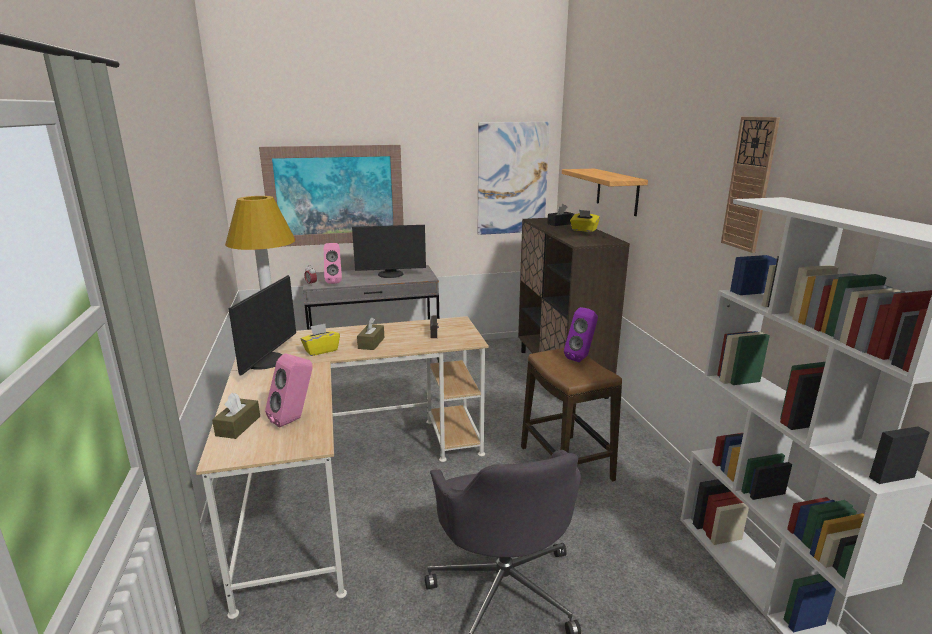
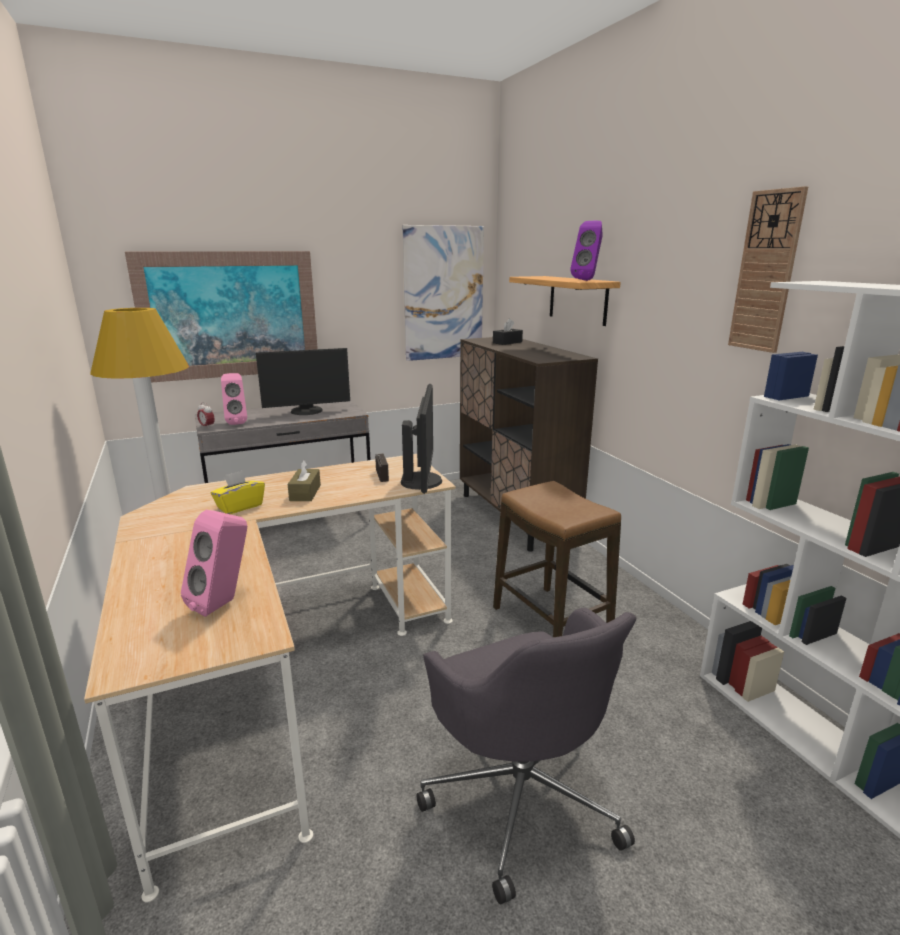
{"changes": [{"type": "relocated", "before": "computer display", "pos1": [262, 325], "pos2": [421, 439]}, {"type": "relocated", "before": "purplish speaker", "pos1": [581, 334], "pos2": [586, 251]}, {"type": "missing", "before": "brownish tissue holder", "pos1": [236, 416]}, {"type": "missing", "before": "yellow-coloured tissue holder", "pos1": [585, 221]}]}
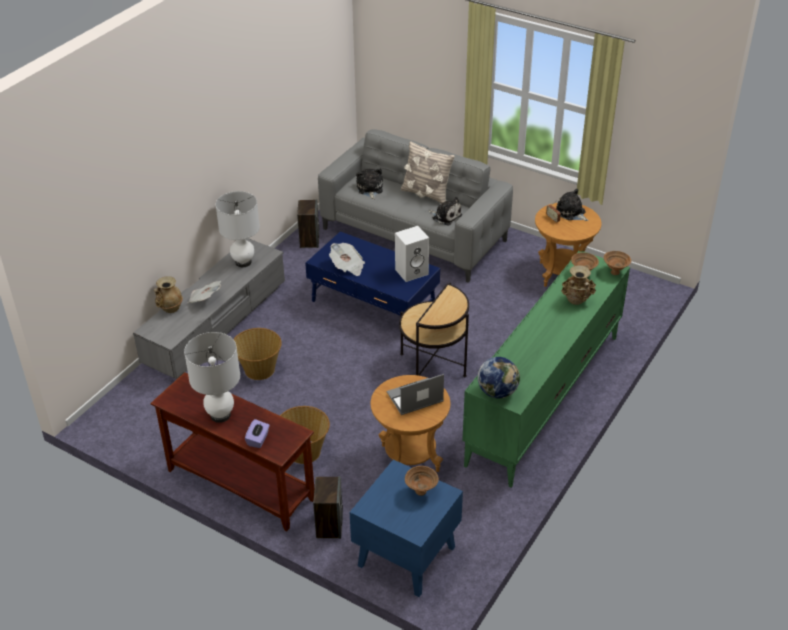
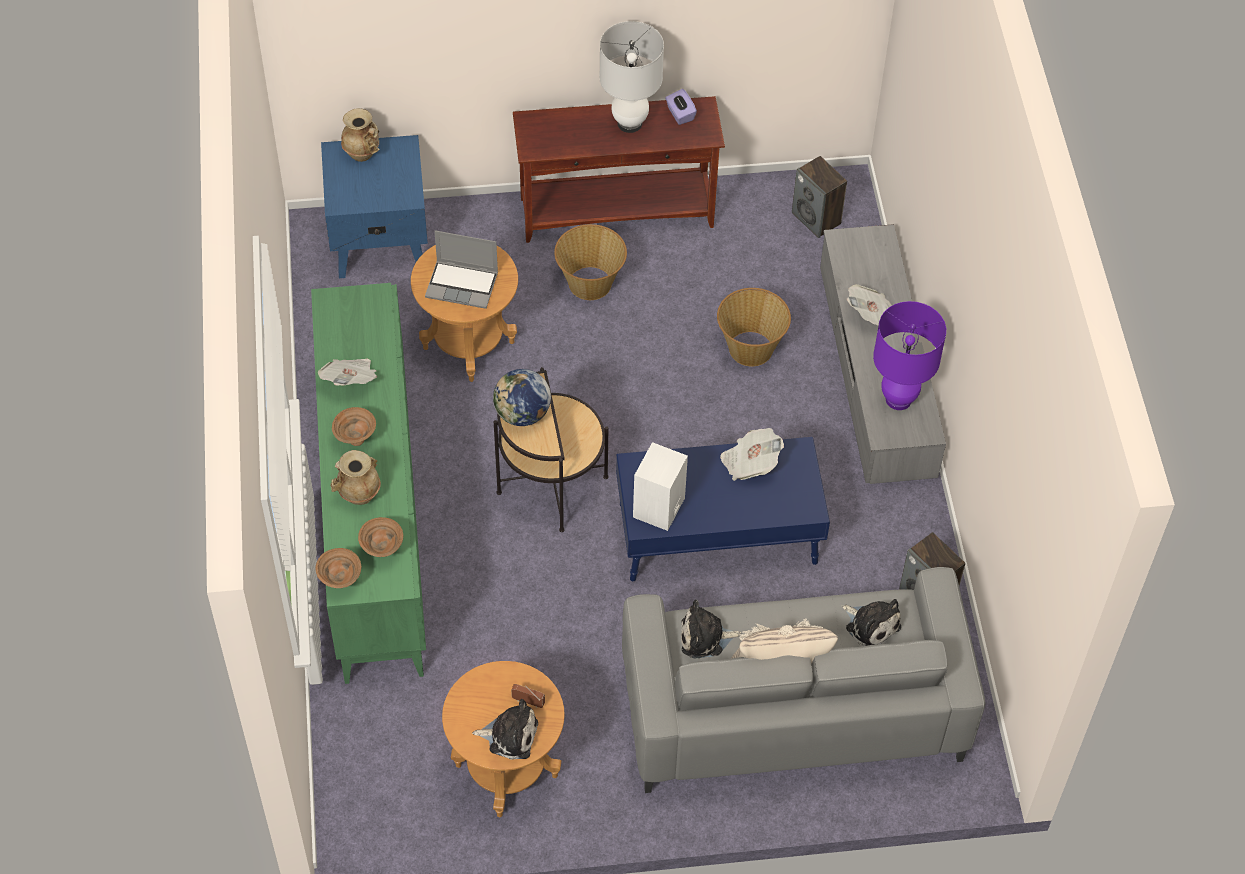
{"changes": [{"type": "appeared", "after": "printed paper", "pos2": [348, 371]}, {"type": "relocated", "before": "brownish serving bowl", "pos1": [422, 481], "pos2": [354, 426]}, {"type": "relocated", "before": "beige-coloured decorative vase", "pos1": [168, 294], "pos2": [360, 135]}, {"type": "spun", "before": "portable computer", "pos1": [415, 394], "pos2": [461, 269], "turn": 75}, {"type": "relocated", "before": "world globe", "pos1": [499, 378], "pos2": [522, 397]}, {"type": "relocated", "before": "purplish tissue holder", "pos1": [257, 433], "pos2": [681, 107]}, {"type": "relocated", "before": "speaker", "pos1": [328, 507], "pos2": [819, 197]}, {"type": "colour", "before": "whitish table lamp", "after": "purplish table lamp", "pos1": [238, 229], "pos2": [909, 355]}]}
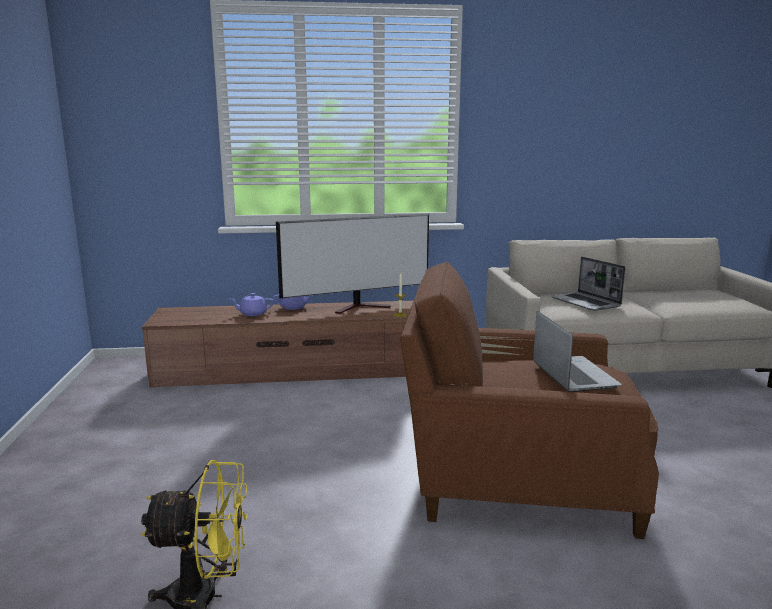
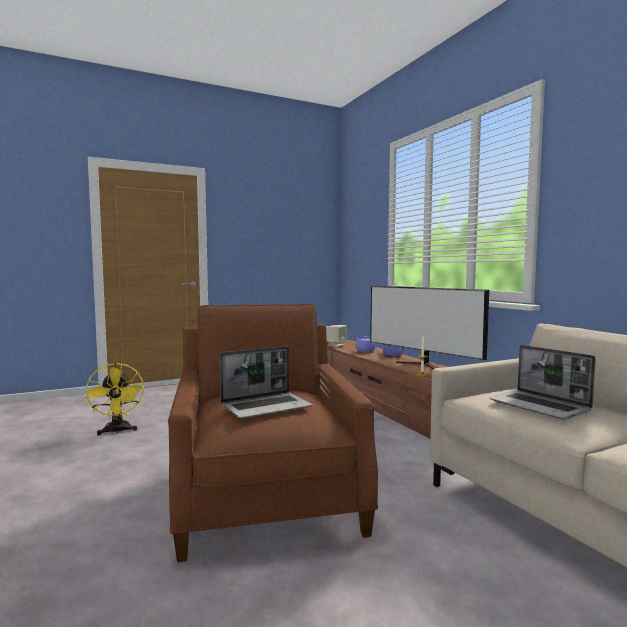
{"changes": [{"type": "appeared", "after": "beige-coloured speaker", "pos2": [336, 336]}, {"type": "spun", "before": "portable computer", "pos1": [588, 284], "pos2": [543, 382], "turn": -75}]}
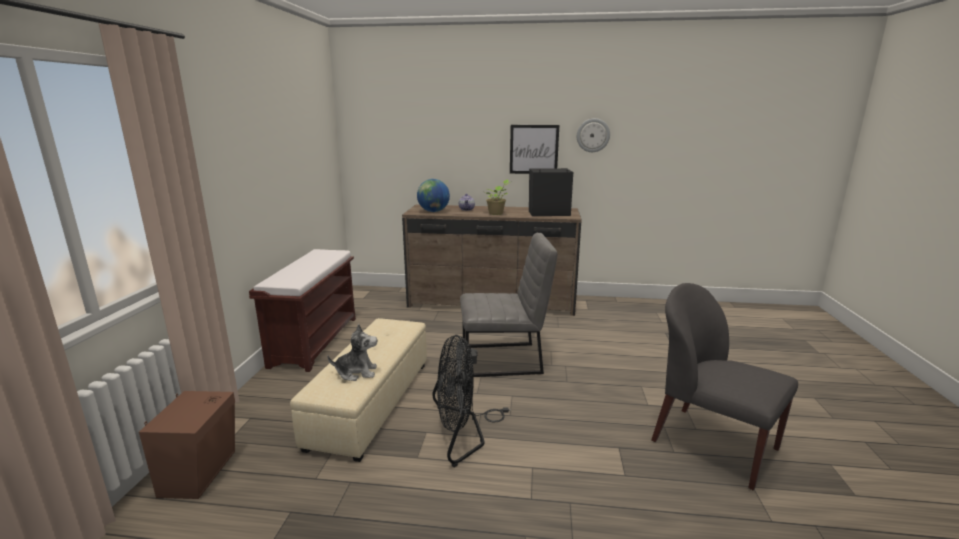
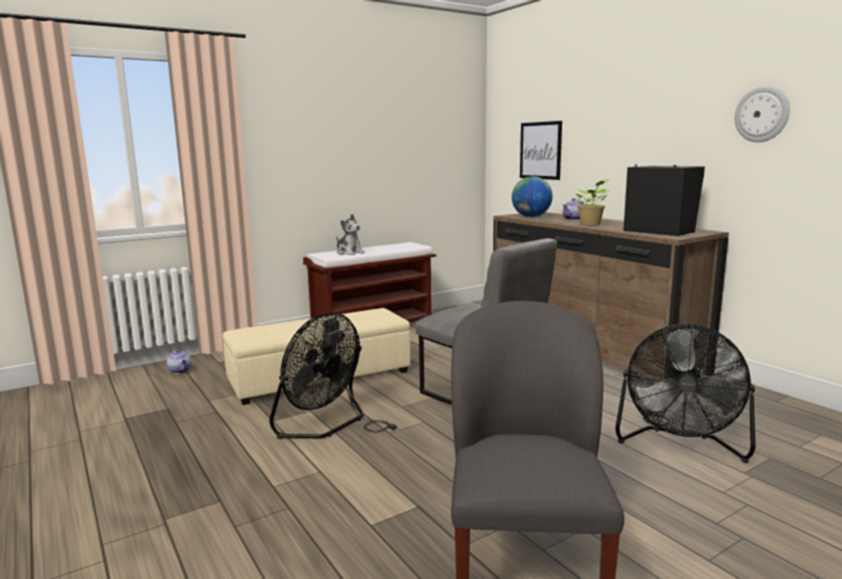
{"changes": [{"type": "exchanged", "before": "brownish speaker", "after": "tea pot", "pos1": [187, 445], "pos2": [179, 361]}, {"type": "relocated", "before": "plush toy", "pos1": [352, 352], "pos2": [350, 234]}, {"type": "relocated", "before": "picture", "pos1": [534, 149], "pos2": [541, 150]}, {"type": "appeared", "after": "blackish cooling fan", "pos2": [686, 393]}]}
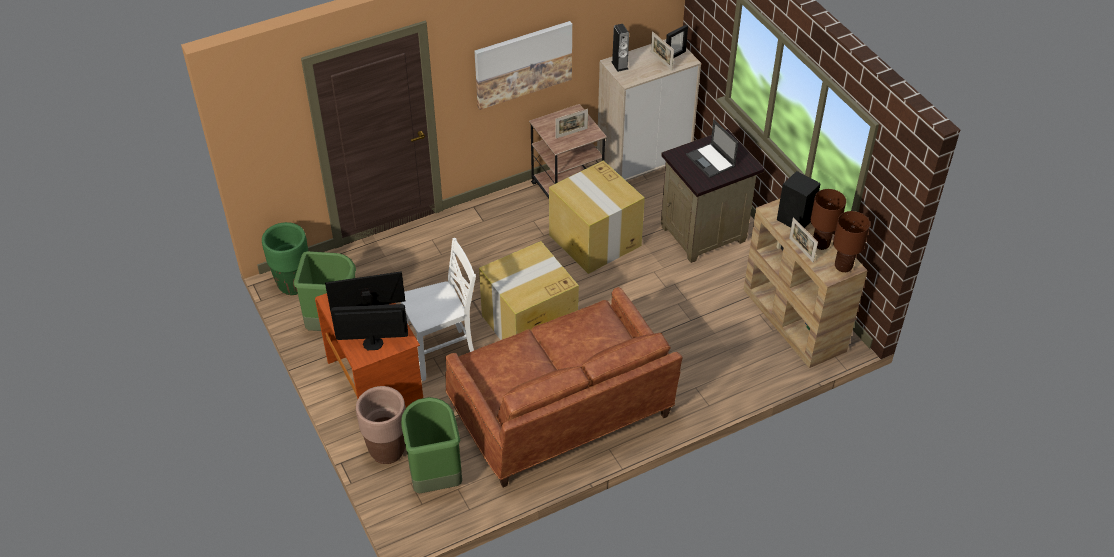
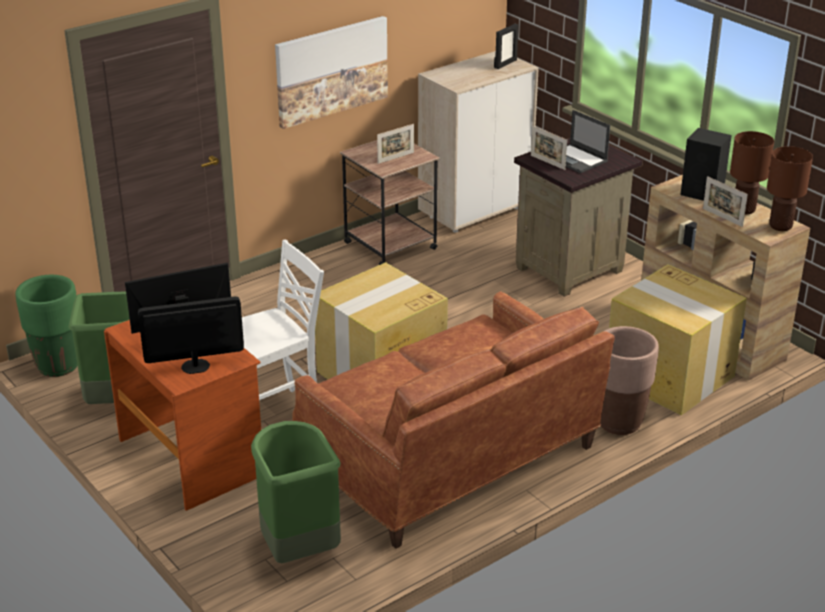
{"changes": [{"type": "relocated", "before": "standing frame", "pos1": [662, 50], "pos2": [549, 148]}, {"type": "relocated", "before": "brownish planter", "pos1": [381, 425], "pos2": [629, 380]}, {"type": "relocated", "before": "cardboard box", "pos1": [597, 217], "pos2": [678, 339]}, {"type": "missing", "before": "speaker", "pos1": [620, 48]}]}
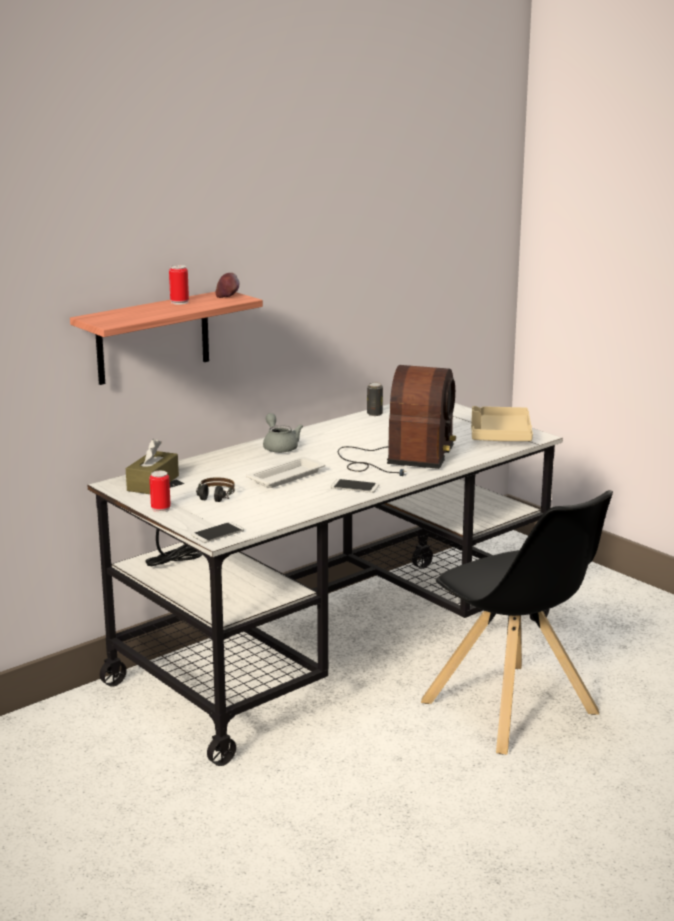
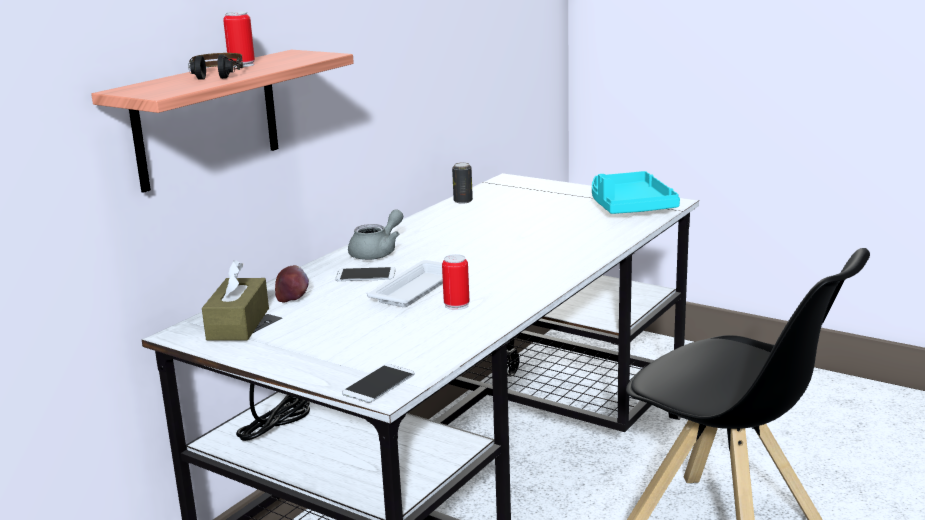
{"changes": [{"type": "relocated", "before": "pair of headphones", "pos1": [215, 489], "pos2": [216, 66]}, {"type": "relocated", "before": "apple fruit", "pos1": [227, 285], "pos2": [292, 284]}, {"type": "relocated", "before": "telephone", "pos1": [355, 486], "pos2": [365, 274]}, {"type": "spun", "before": "gray tea pot", "pos1": [283, 433], "pos2": [375, 234], "turn": 75}, {"type": "relocated", "before": "metal can", "pos1": [160, 491], "pos2": [455, 282]}, {"type": "colour", "before": "beige-coloured tray", "after": "turquoise-coloured tray", "pos1": [502, 423], "pos2": [636, 192]}, {"type": "missing", "before": "radio", "pos1": [397, 420]}]}
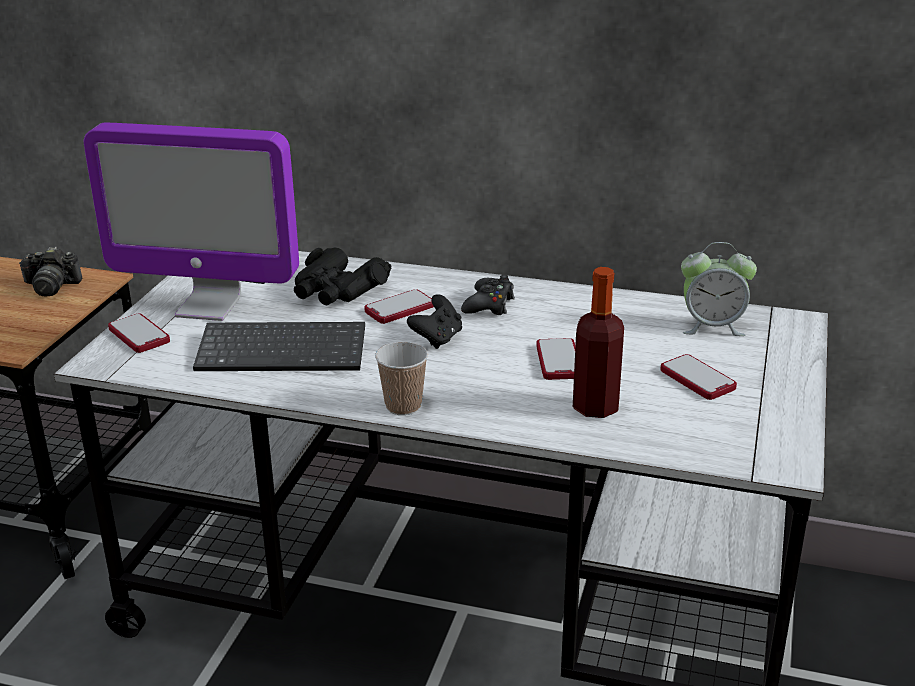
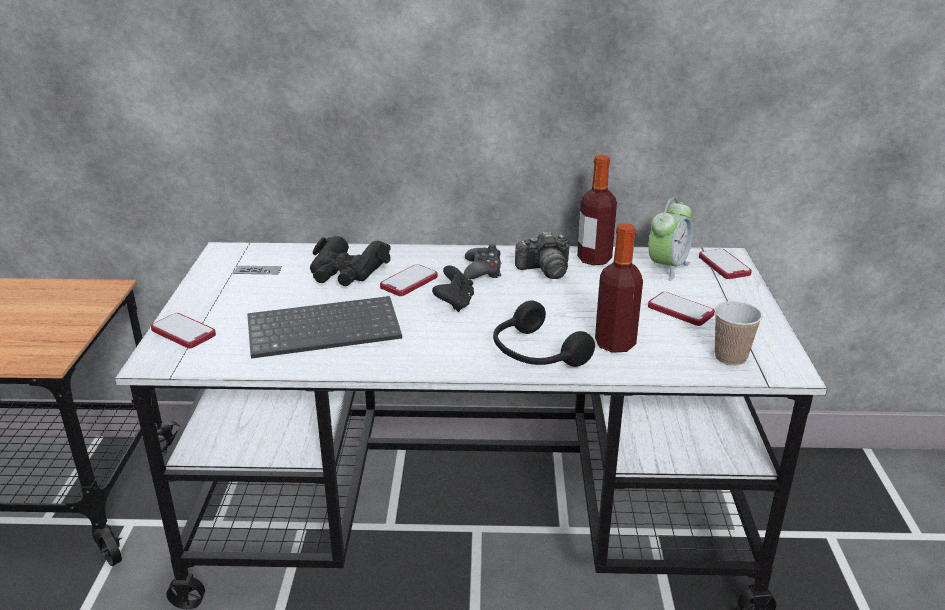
{"changes": [{"type": "appeared", "after": "blackish pair of headphones", "pos2": [544, 334]}, {"type": "relocated", "before": "photo camera", "pos1": [50, 272], "pos2": [542, 255]}, {"type": "appeared", "after": "bottle", "pos2": [597, 210]}, {"type": "spun", "before": "alarm clock", "pos1": [719, 289], "pos2": [670, 239], "turn": -45}, {"type": "relocated", "before": "telephone", "pos1": [556, 359], "pos2": [725, 264]}, {"type": "relocated", "before": "small cup", "pos1": [401, 378], "pos2": [739, 333]}, {"type": "missing", "before": "computer display", "pos1": [191, 222]}]}
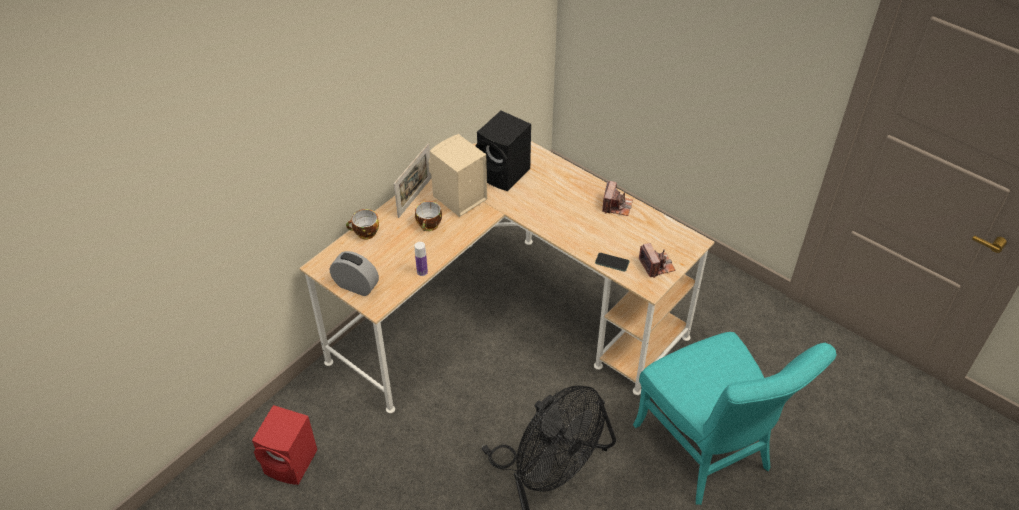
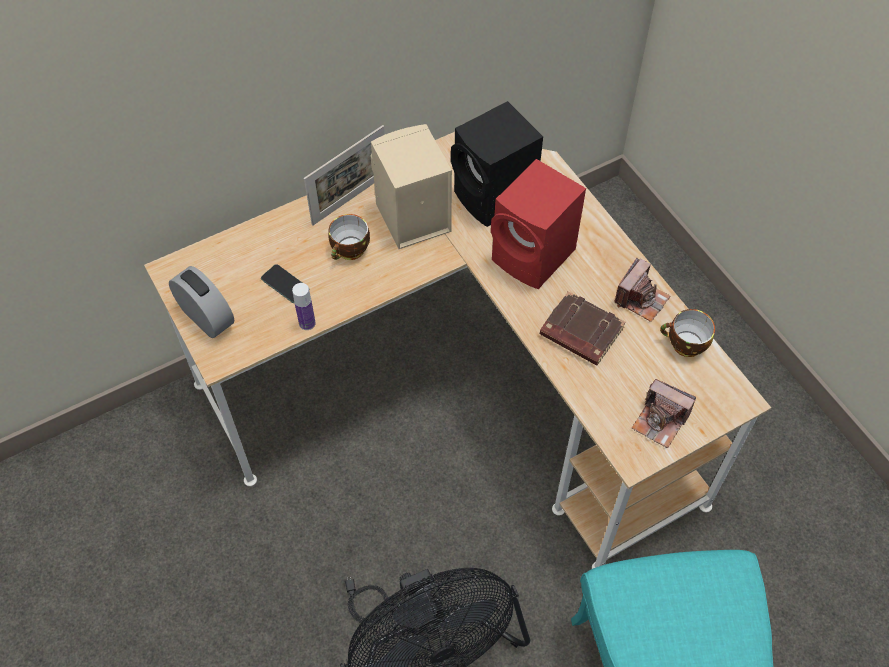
{"changes": [{"type": "relocated", "before": "telephone", "pos1": [612, 262], "pos2": [285, 283]}, {"type": "relocated", "before": "red speaker", "pos1": [284, 445], "pos2": [538, 224]}, {"type": "appeared", "after": "brownish book", "pos2": [583, 328]}, {"type": "spun", "before": "photo camera", "pos1": [657, 260], "pos2": [664, 413], "turn": 120}, {"type": "relocated", "before": "small cup", "pos1": [362, 224], "pos2": [687, 333]}]}
